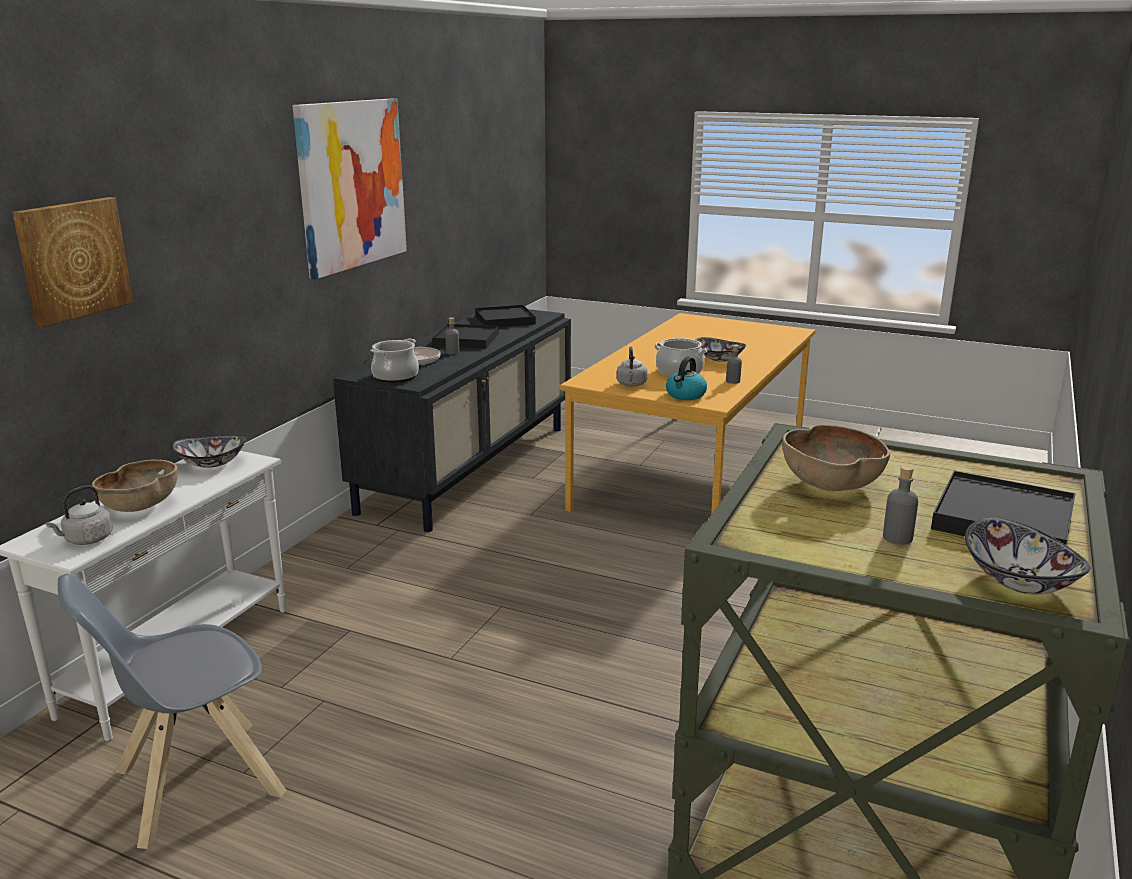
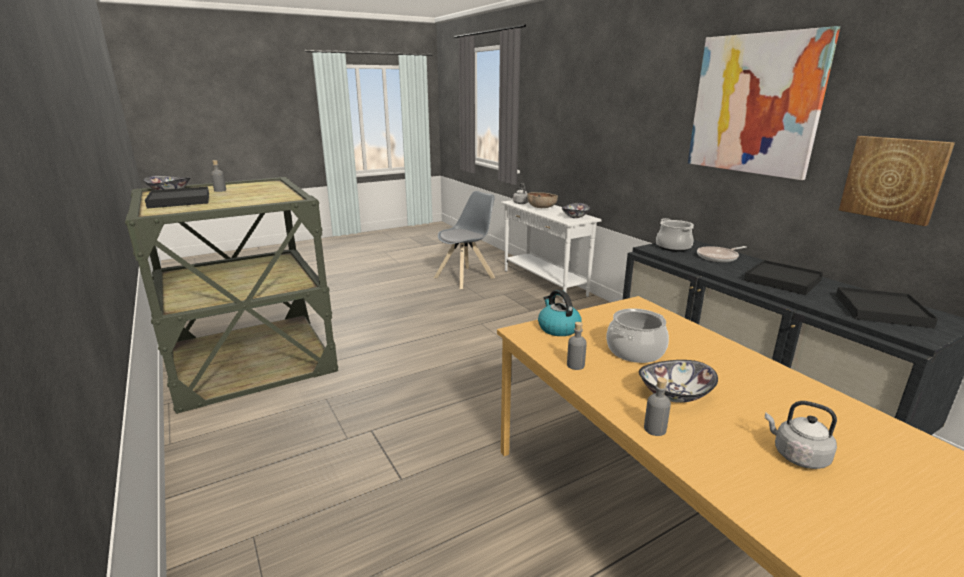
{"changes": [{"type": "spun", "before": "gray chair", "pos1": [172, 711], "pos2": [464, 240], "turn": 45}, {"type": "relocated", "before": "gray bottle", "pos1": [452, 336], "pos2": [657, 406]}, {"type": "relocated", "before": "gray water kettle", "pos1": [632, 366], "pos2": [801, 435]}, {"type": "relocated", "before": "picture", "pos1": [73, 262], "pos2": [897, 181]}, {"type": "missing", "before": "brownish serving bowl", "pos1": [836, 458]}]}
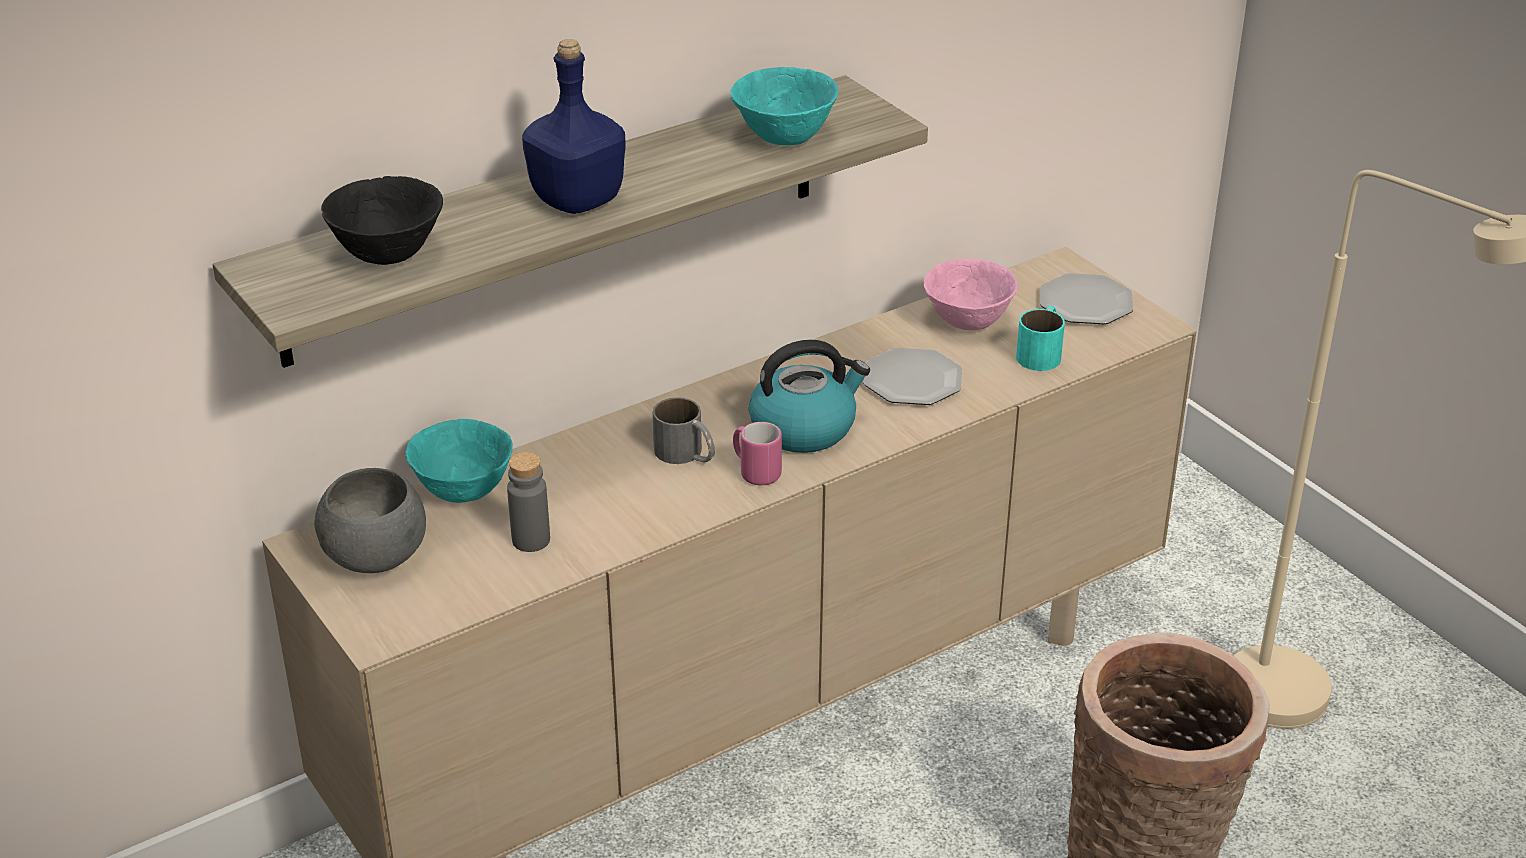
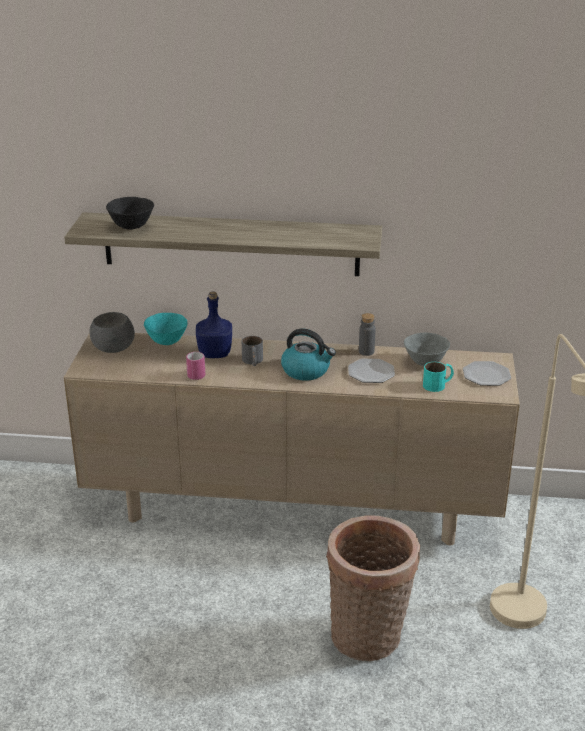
{"changes": [{"type": "relocated", "before": "pink coffee mug", "pos1": [757, 453], "pos2": [195, 366]}, {"type": "relocated", "before": "blue-coloured bottle", "pos1": [574, 126], "pos2": [214, 324]}, {"type": "relocated", "before": "gray bottle", "pos1": [528, 502], "pos2": [367, 334]}, {"type": "colour", "before": "pink serving bowl", "after": "gray serving bowl", "pos1": [971, 294], "pos2": [427, 349]}, {"type": "missing", "before": "turquoise-coloured serving bowl", "pos1": [784, 106]}]}
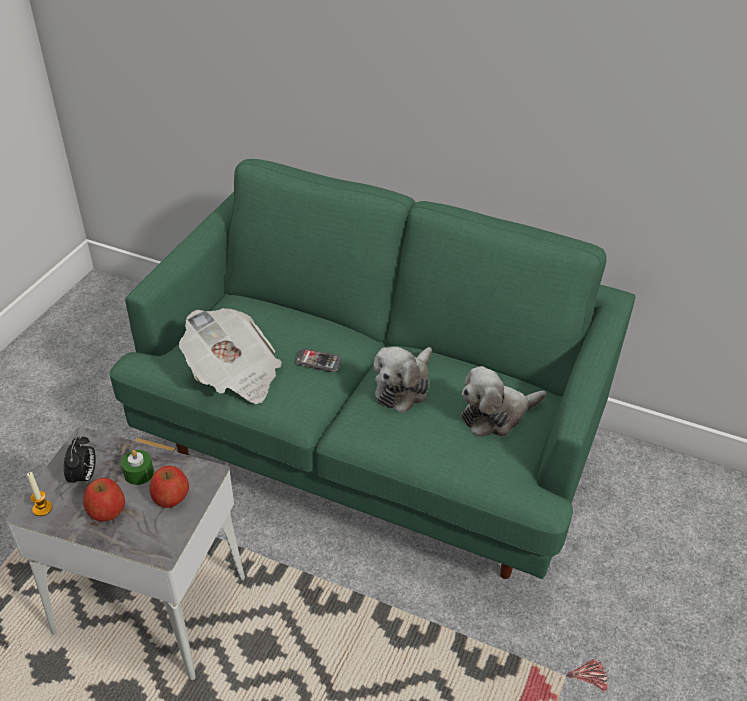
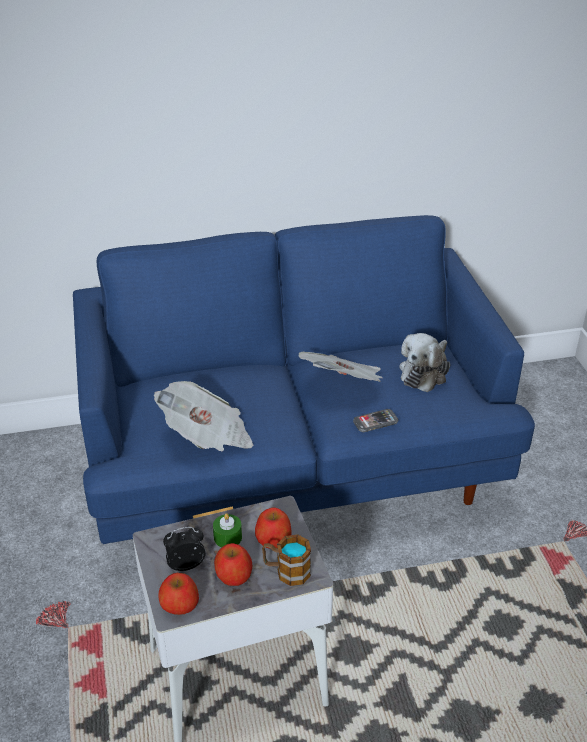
{"changes": [{"type": "colour", "before": "greenish sofa", "after": "blue-coloured sofa", "pos1": [372, 369], "pos2": [304, 379]}, {"type": "exchanged", "before": "wax candle", "after": "apple fruit", "pos1": [39, 494], "pos2": [178, 594]}, {"type": "spun", "before": "alarm clock", "pos1": [80, 462], "pos2": [184, 549], "turn": -75}, {"type": "appeared", "after": "coffee mug", "pos2": [286, 560]}, {"type": "exchanged", "before": "plush toy", "after": "printed paper", "pos1": [402, 380], "pos2": [341, 367]}, {"type": "relocated", "before": "telephone", "pos1": [318, 360], "pos2": [375, 420]}]}
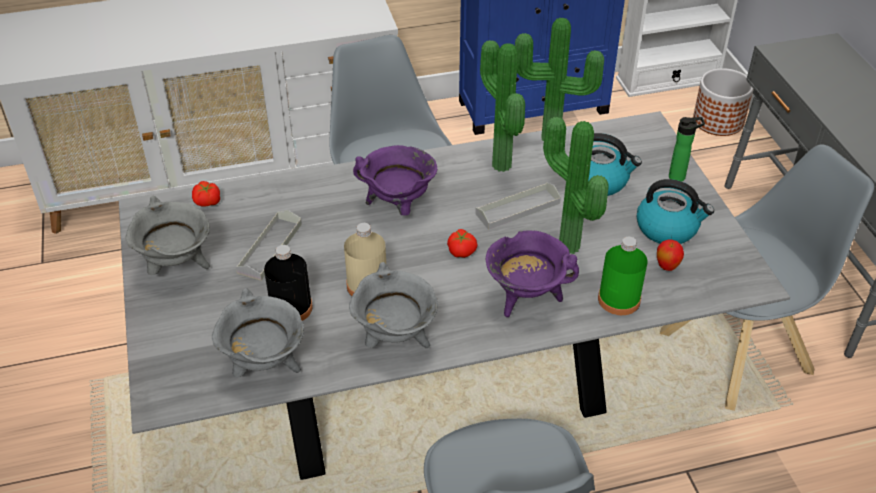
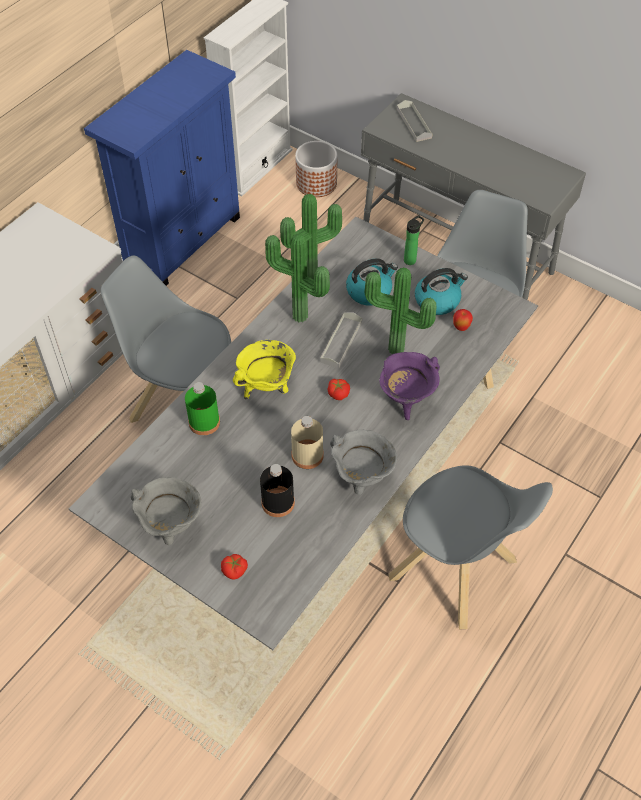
{"changes": [{"type": "relocated", "before": "greenish bottle", "pos1": [623, 276], "pos2": [202, 408]}, {"type": "relocated", "before": "fresh tomato", "pos1": [206, 194], "pos2": [234, 567]}, {"type": "colour", "before": "purplish saucepot", "after": "yellow-coloured saucepot", "pos1": [395, 180], "pos2": [264, 370]}, {"type": "relocated", "before": "gray tray", "pos1": [269, 245], "pos2": [414, 121]}, {"type": "missing", "before": "gray saucepot", "pos1": [258, 332]}]}
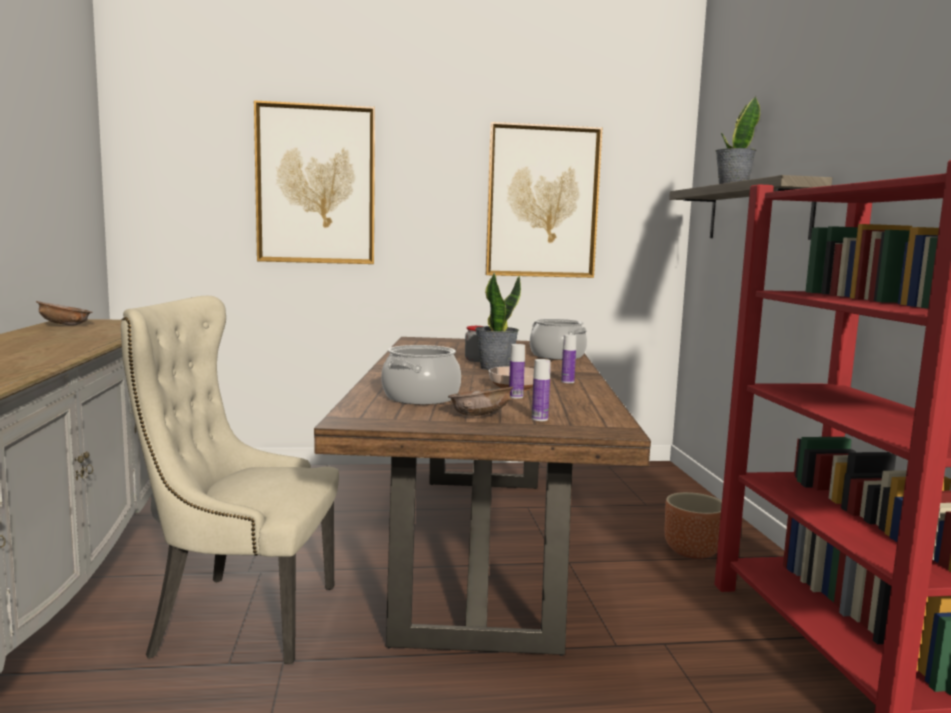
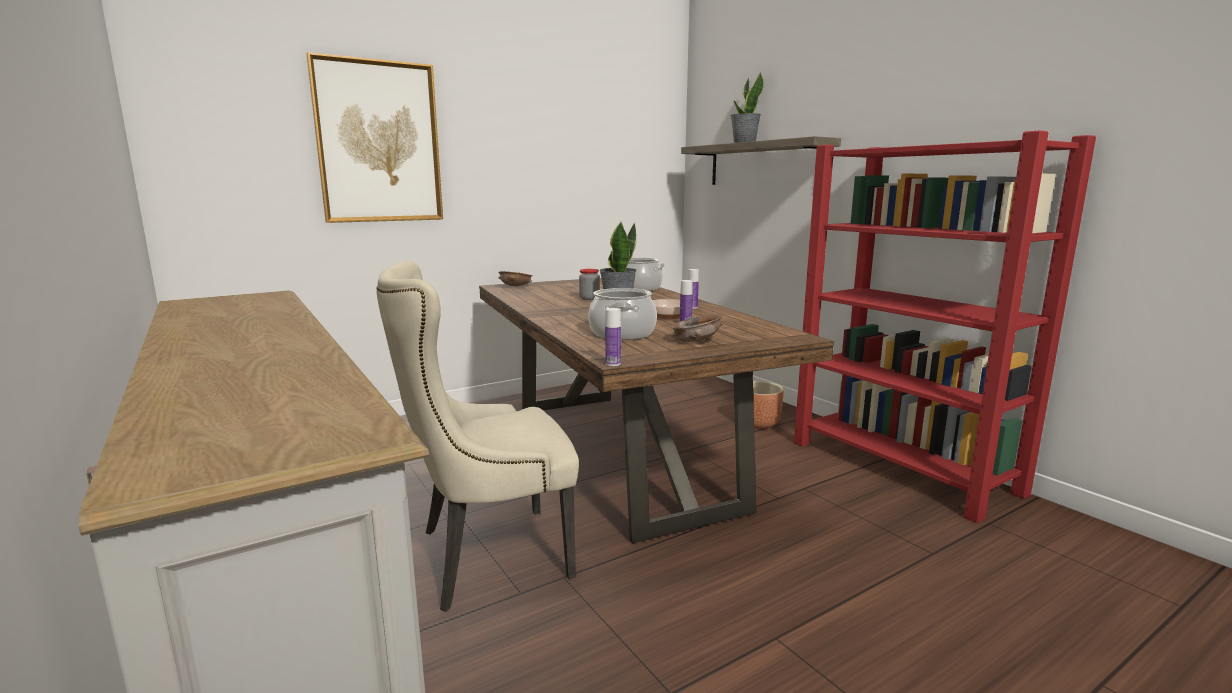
{"changes": [{"type": "relocated", "before": "brownish serving bowl", "pos1": [64, 313], "pos2": [515, 278]}, {"type": "relocated", "before": "bottle", "pos1": [541, 390], "pos2": [613, 337]}, {"type": "missing", "before": "picture", "pos1": [544, 200]}]}
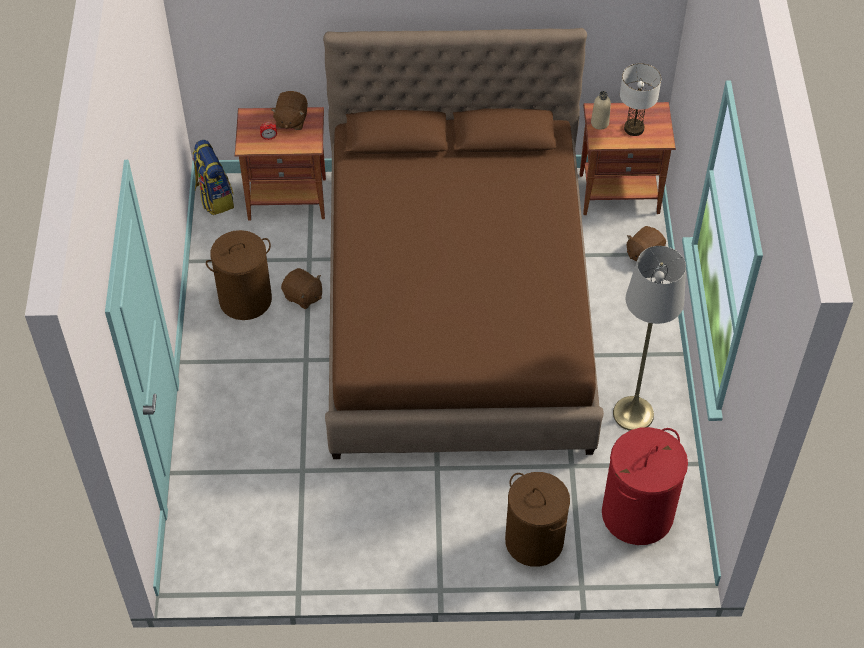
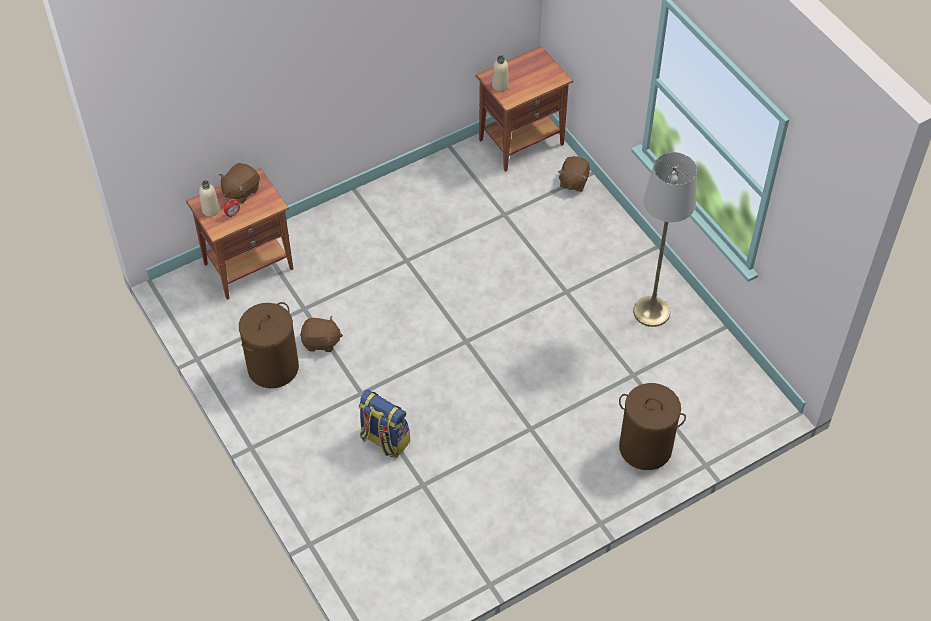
{"changes": [{"type": "appeared", "after": "beige-coloured bottle", "pos2": [209, 198]}, {"type": "spun", "before": "brownish plush toy", "pos1": [289, 110], "pos2": [239, 183], "turn": 60}, {"type": "relocated", "before": "rucksack", "pos1": [213, 177], "pos2": [384, 424]}, {"type": "missing", "before": "brownish bed", "pos1": [463, 243]}, {"type": "missing", "before": "red washing basket", "pos1": [645, 486]}, {"type": "missing", "before": "table lamp", "pos1": [640, 99]}]}
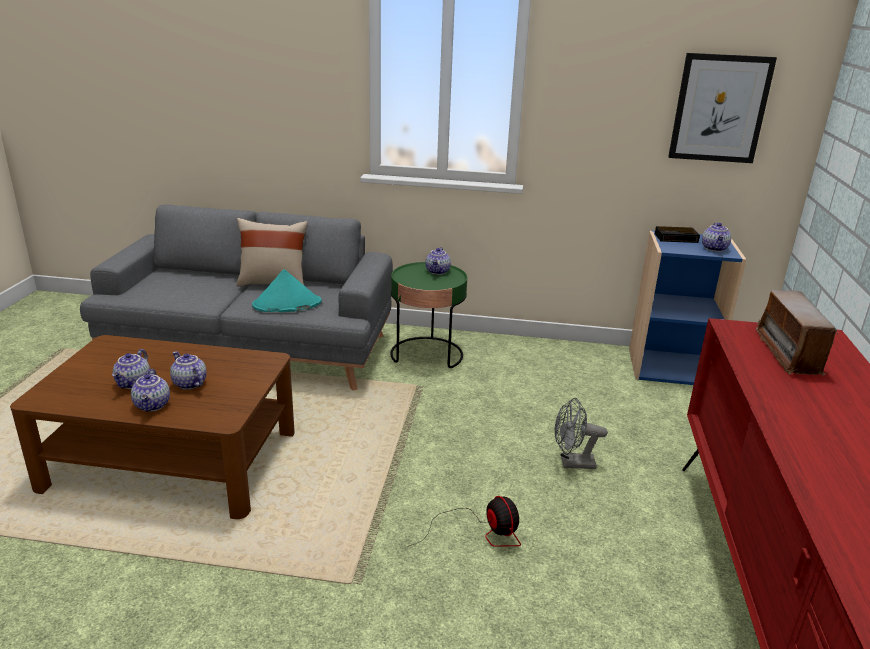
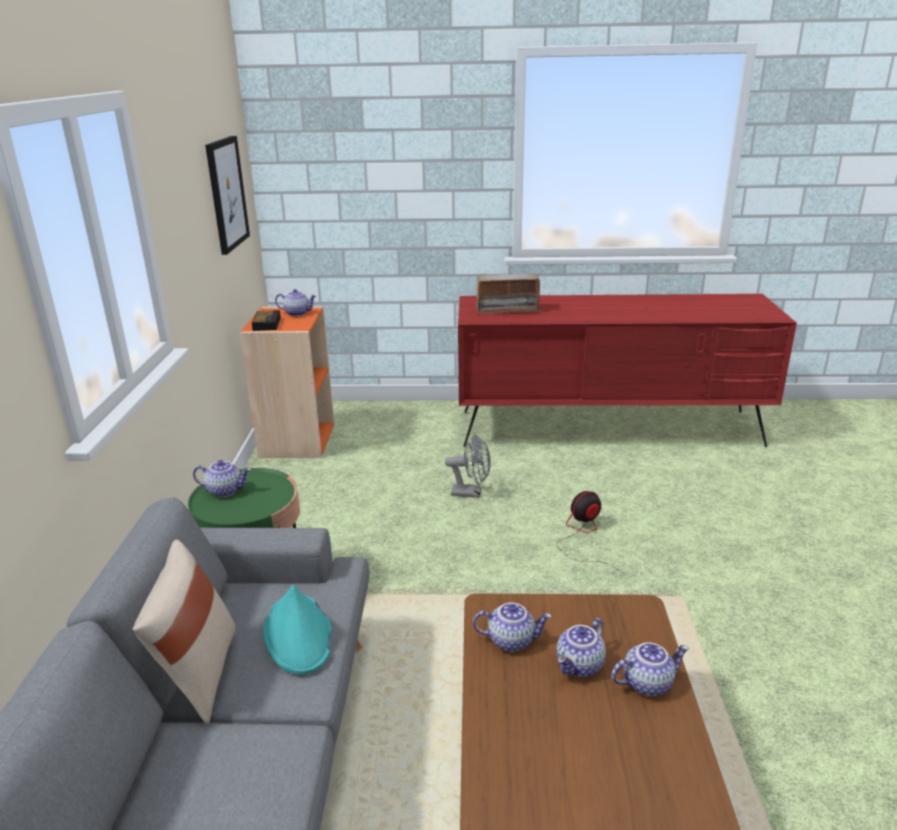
{"changes": [{"type": "colour", "before": "blue-coloured bookshelf", "after": "orange bookshelf", "pos1": [687, 307], "pos2": [287, 382]}, {"type": "spun", "before": "gray cooling fan", "pos1": [581, 433], "pos2": [468, 466], "turn": -75}, {"type": "relocated", "before": "tea pot", "pos1": [131, 369], "pos2": [512, 627]}]}
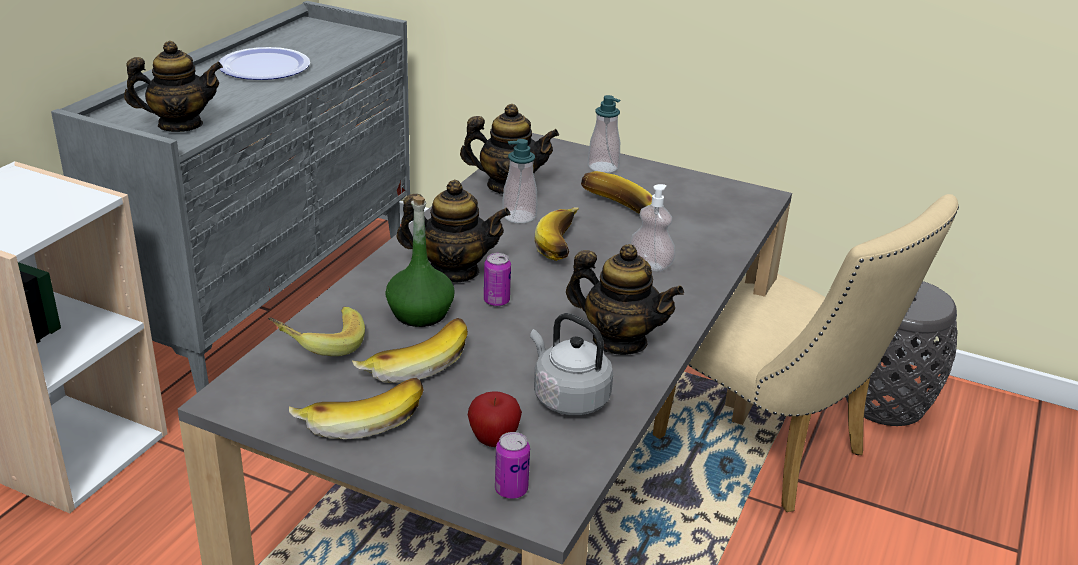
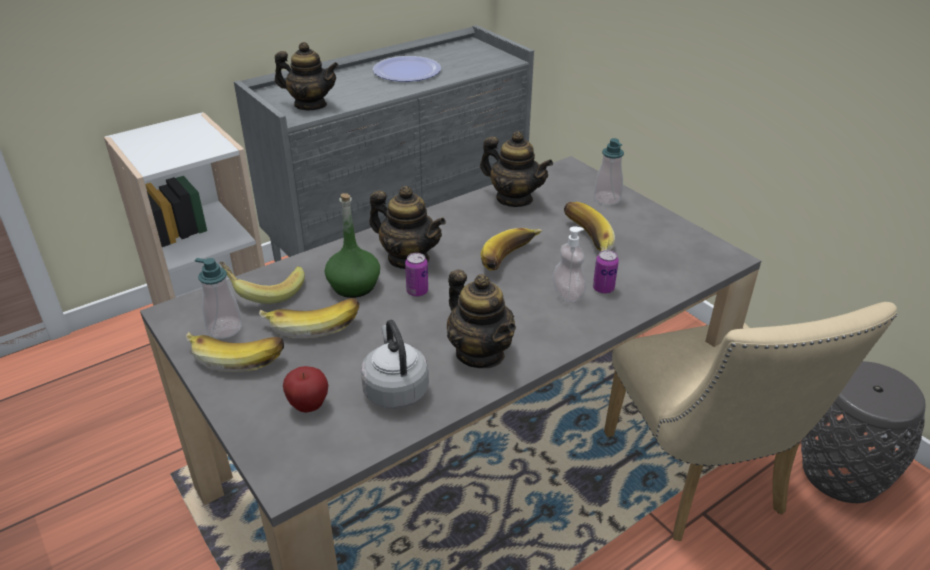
{"changes": [{"type": "relocated", "before": "soap bottle", "pos1": [519, 181], "pos2": [218, 298]}, {"type": "relocated", "before": "metal can", "pos1": [512, 465], "pos2": [606, 272]}]}
